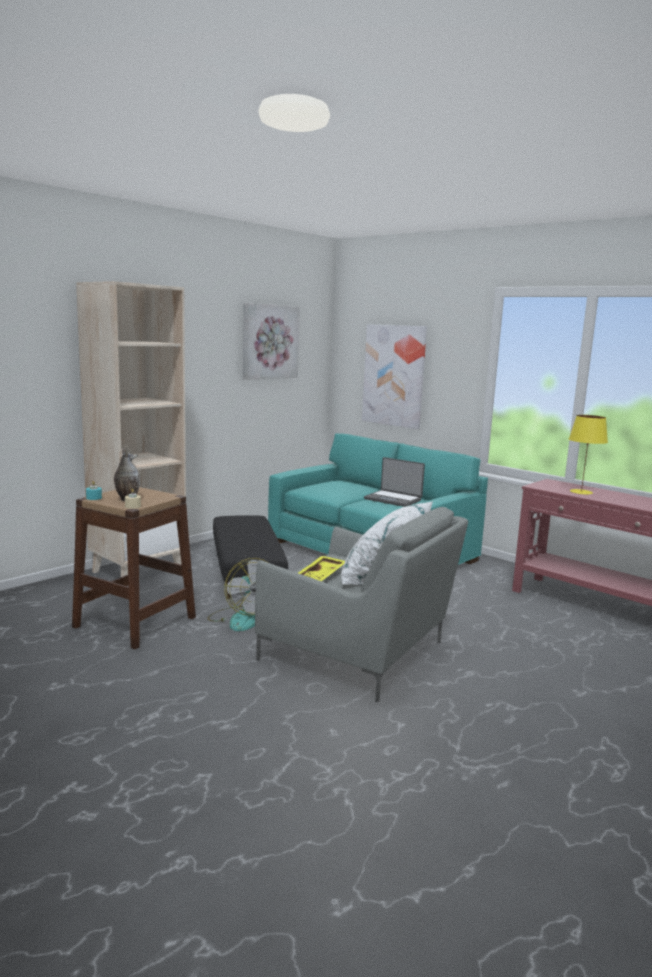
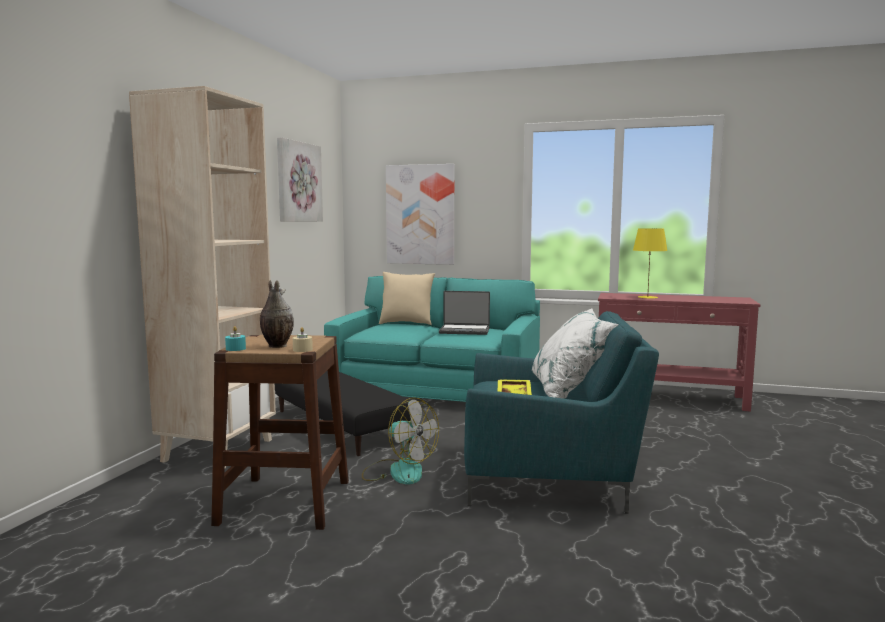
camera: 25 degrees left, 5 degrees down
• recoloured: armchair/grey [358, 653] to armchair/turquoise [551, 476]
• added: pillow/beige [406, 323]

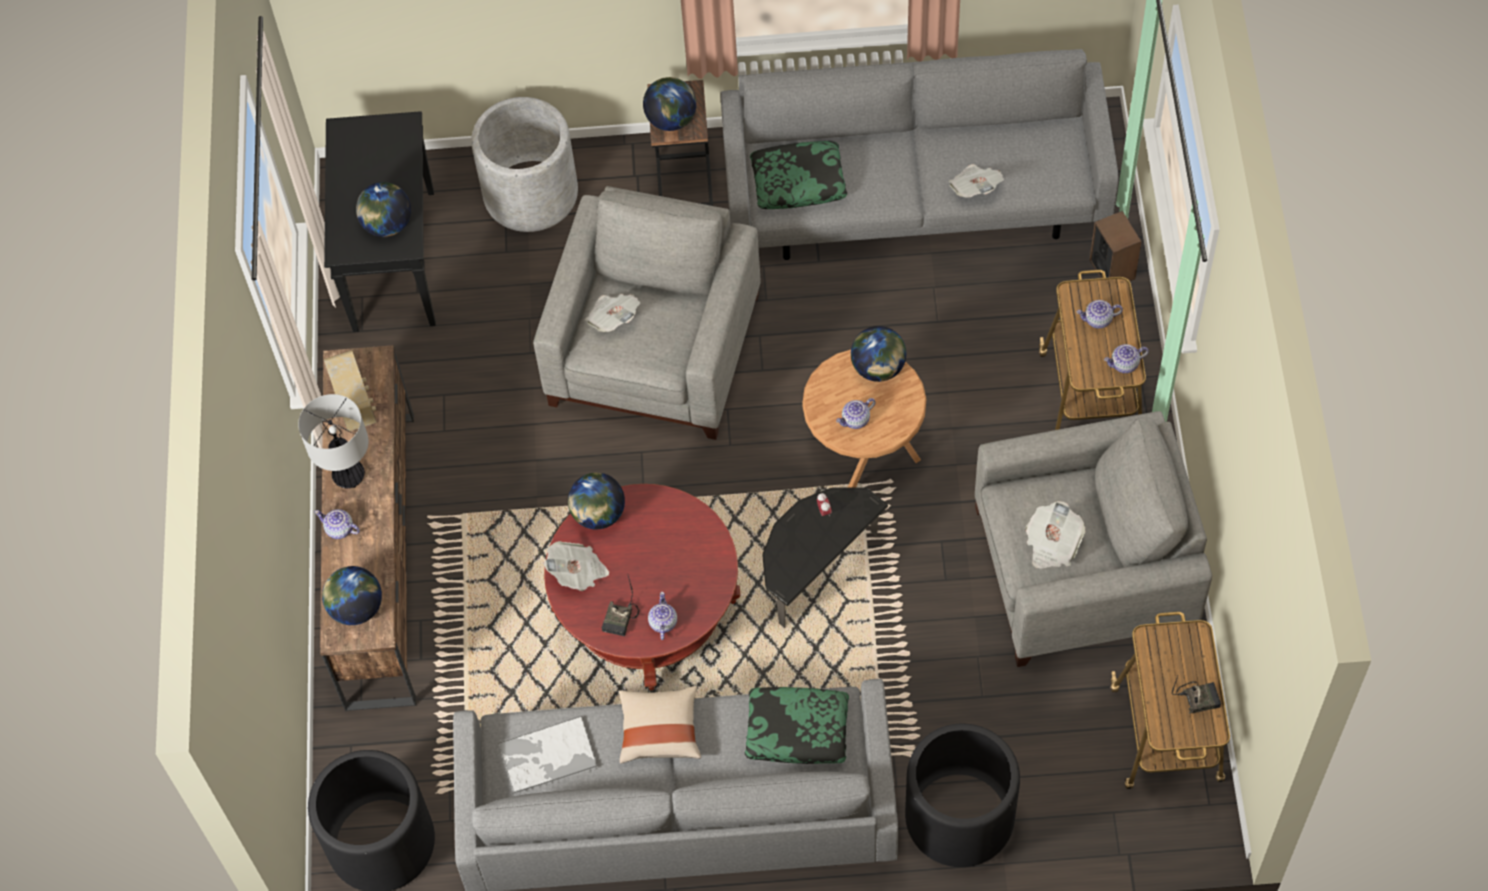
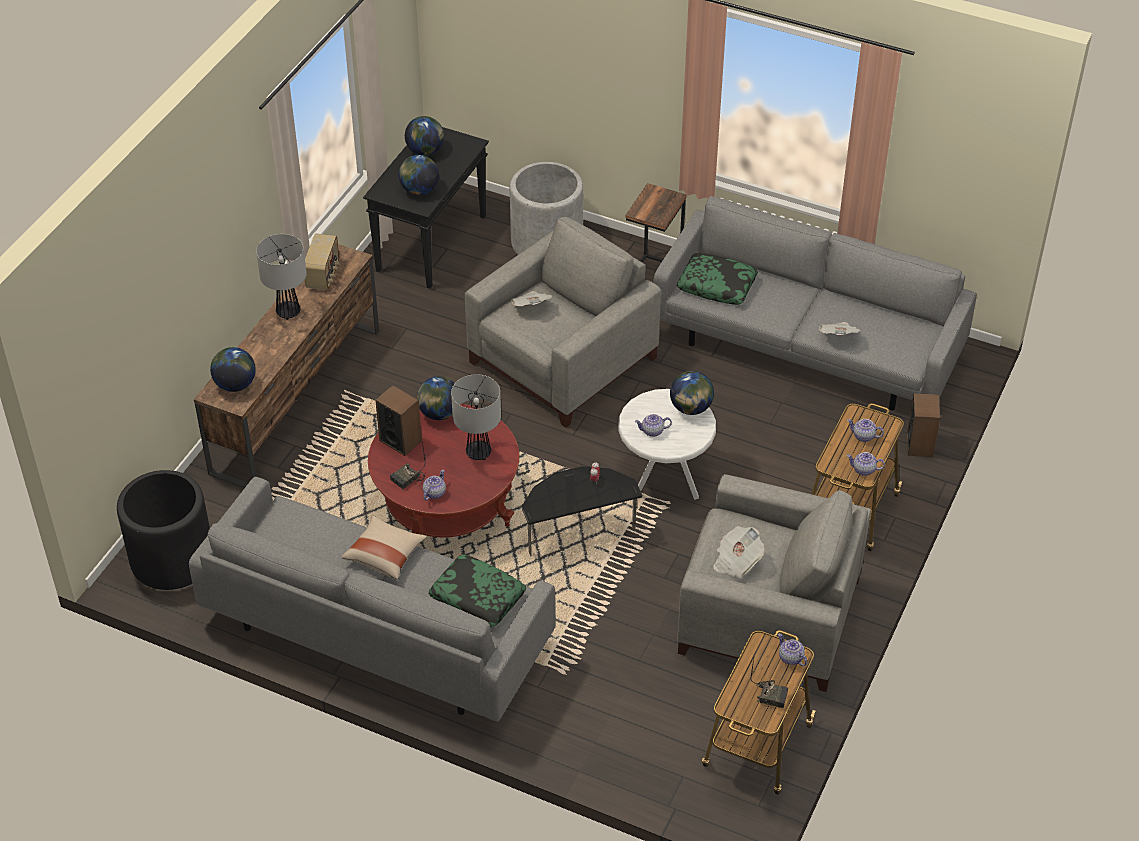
camera: 25 degrees right, 15 degrees down
• moved: globe [671, 119] to [425, 151]
• recoloured: side table/brown [864, 447] to side table/white [665, 475]
• moved: teapot [340, 529] to [791, 658]
• replaced: newspaper [578, 573] to speaker [400, 440]
• removed: tray [547, 756]
• removed: planter/black [959, 817]
• added: table lamp [478, 453]

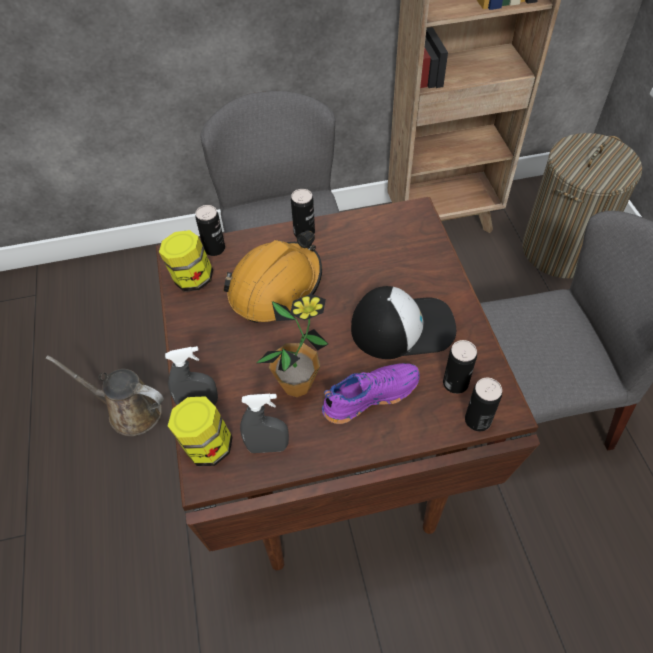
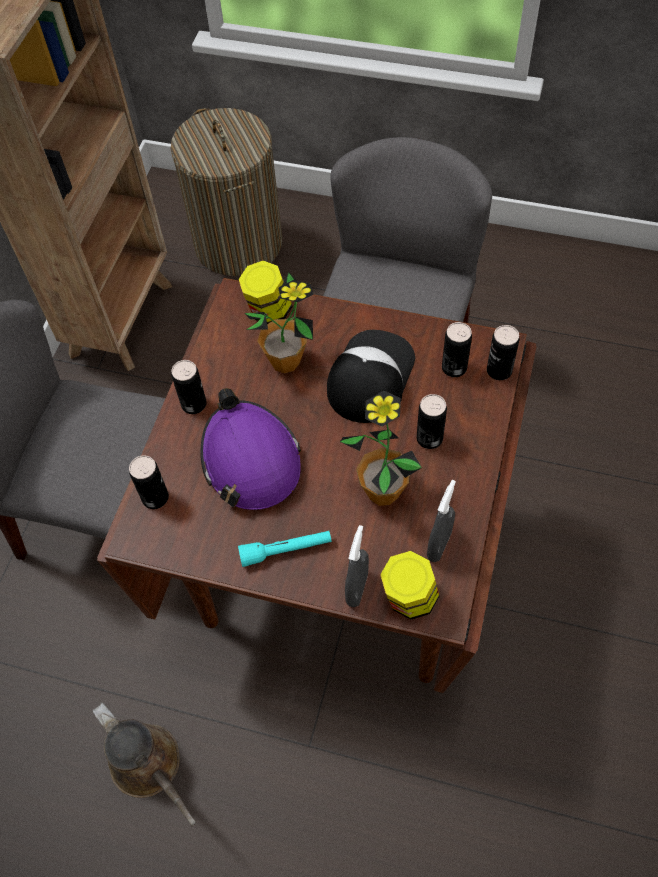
camera: 60 degrees left, 5 degrees up
• moved: jar [191, 278] to [268, 311]
• recoloured: hard hat/orange [276, 287] to hard hat/purple [250, 460]
• turned: watering can/brown [129, 411] = [150, 767] 90 degrees counterclockwise
• replaced: shoe/purple [369, 395] to can [429, 438]
• added: potted plant [285, 361]
• added: flashlight/turquoise [286, 550]

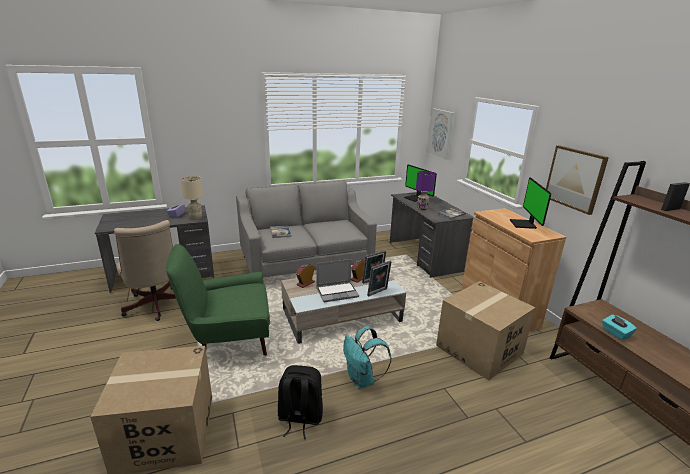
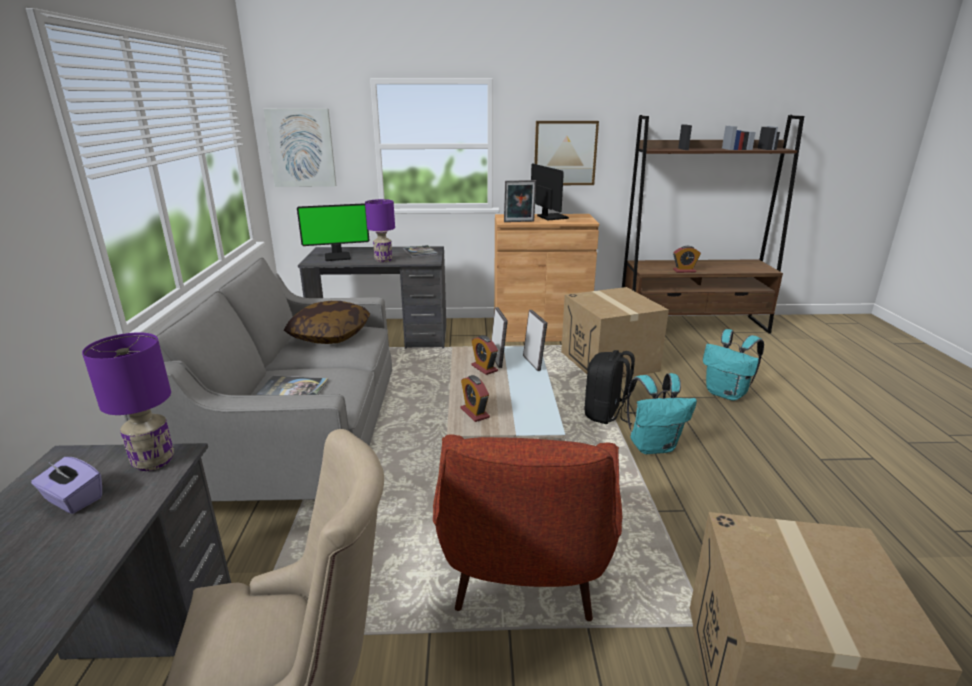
camera: 70 degrees left, 0 degrees up
• recoloured: table lamp/beige [196, 218] to table lamp/purple [153, 461]
• turned: monitor [524, 224] = [551, 217] 135 degrees counterclockwise
• recoloured: armchair/green [229, 341] to armchair/red [524, 575]
• removed: laptop [337, 292]
• replaced: tissue box/turquoise [615, 333] to alarm clock [684, 271]
• moved: backpack/black [299, 418] to [606, 414]
• added: picture frame [519, 222]
• added: pillow [330, 335]
• added: backpack/turquoise [727, 394]

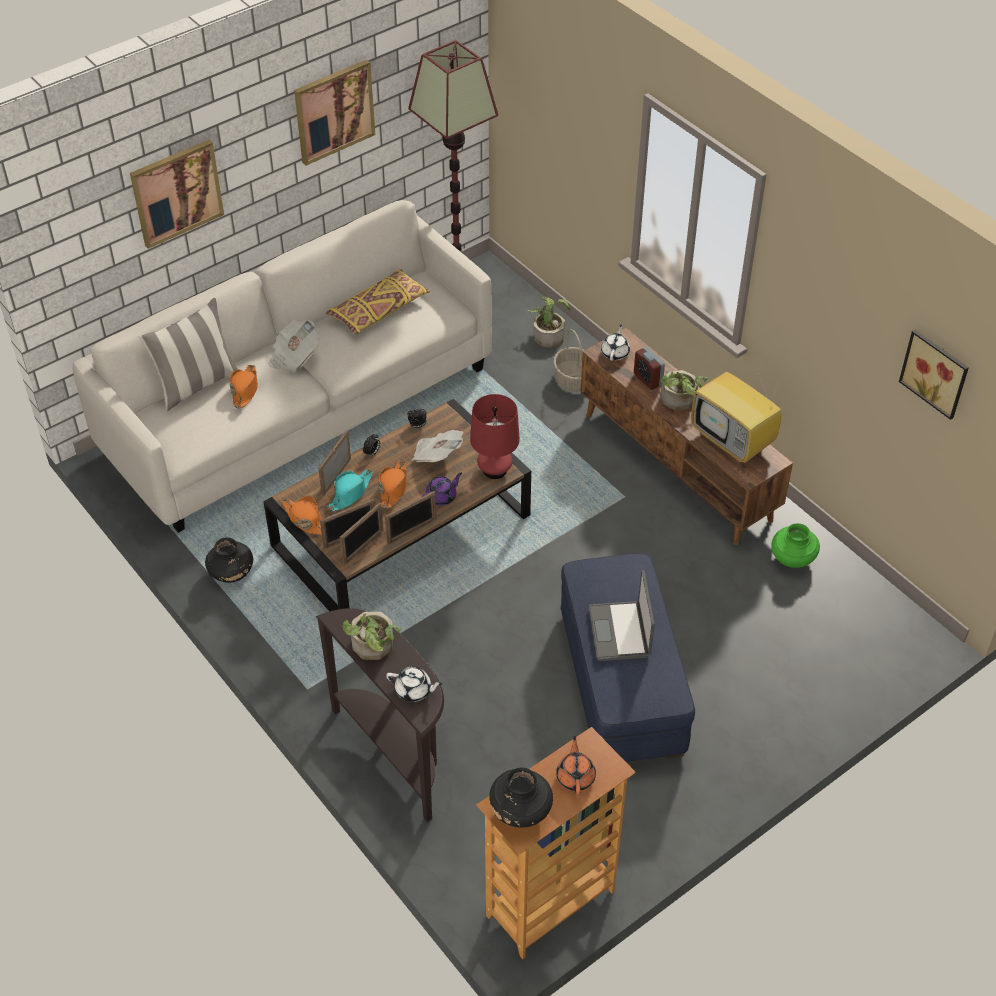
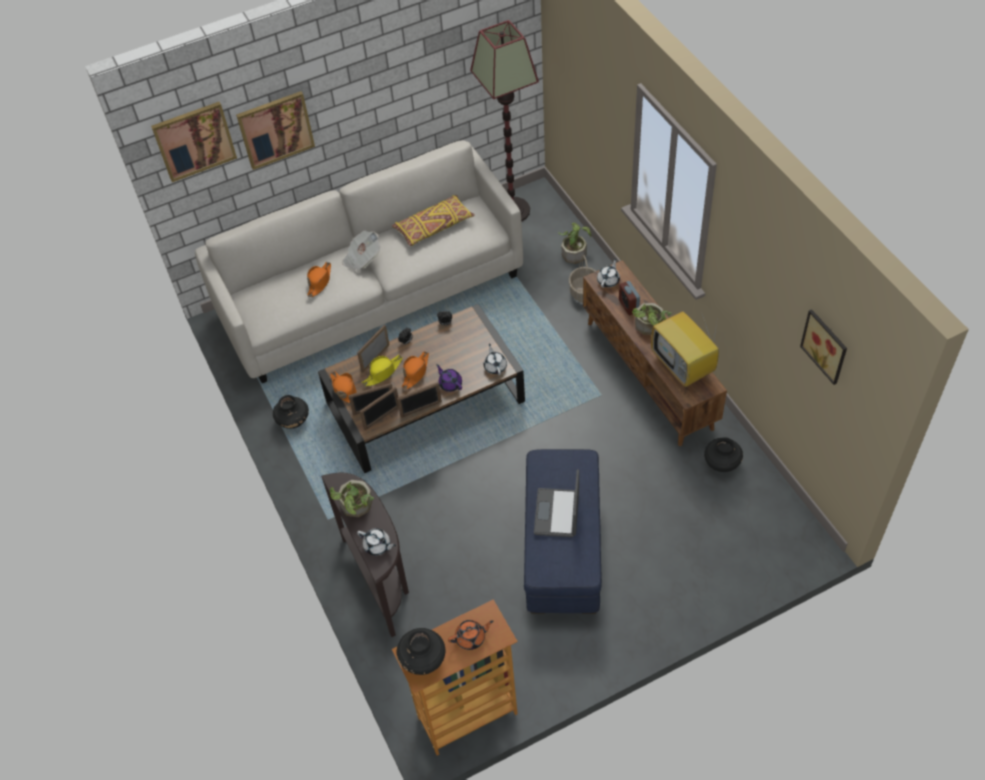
camera: 15 degrees right, 5 degrees up
• moved: picture [334, 111] to [194, 141]
• removed: pillow [196, 384]
• replaced: table lamp/red [494, 470] to teapot/white [495, 366]
• removed: newspaper [437, 455]
• recoloured: hat/turquoise [350, 493] to hat/yellow [383, 372]
• turned: teapot/purple [442, 496] = [450, 384] 105 degrees counterclockwise
• recoloured: vase/green [792, 559] to vase/black [721, 463]
• turned: teapot/orange [575, 776] = [471, 638] 60 degrees clockwise

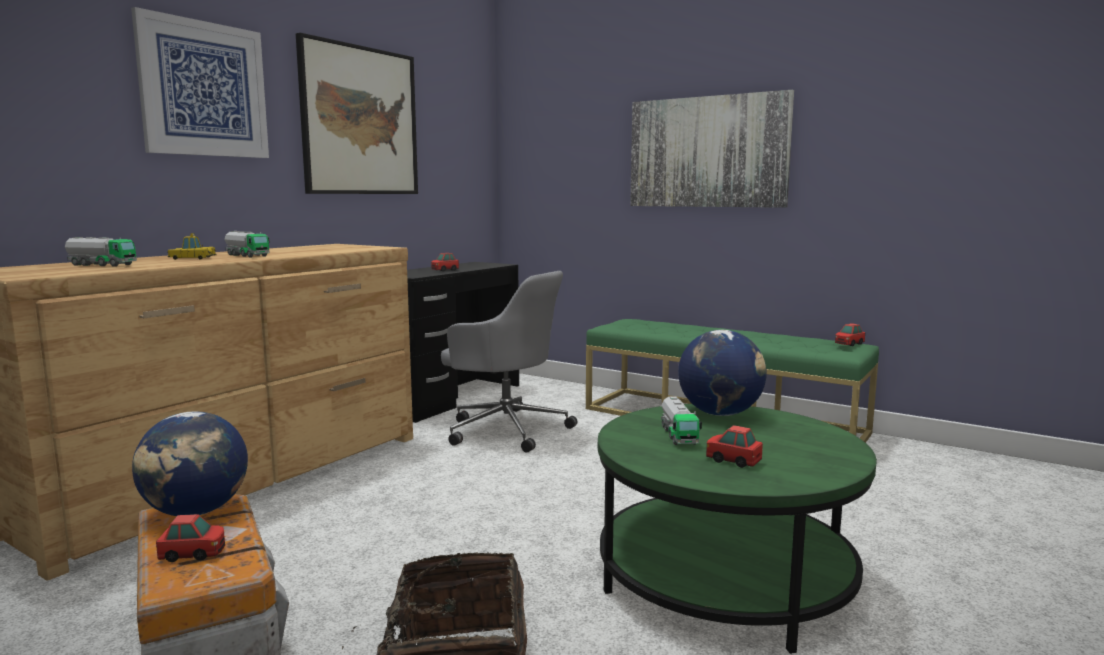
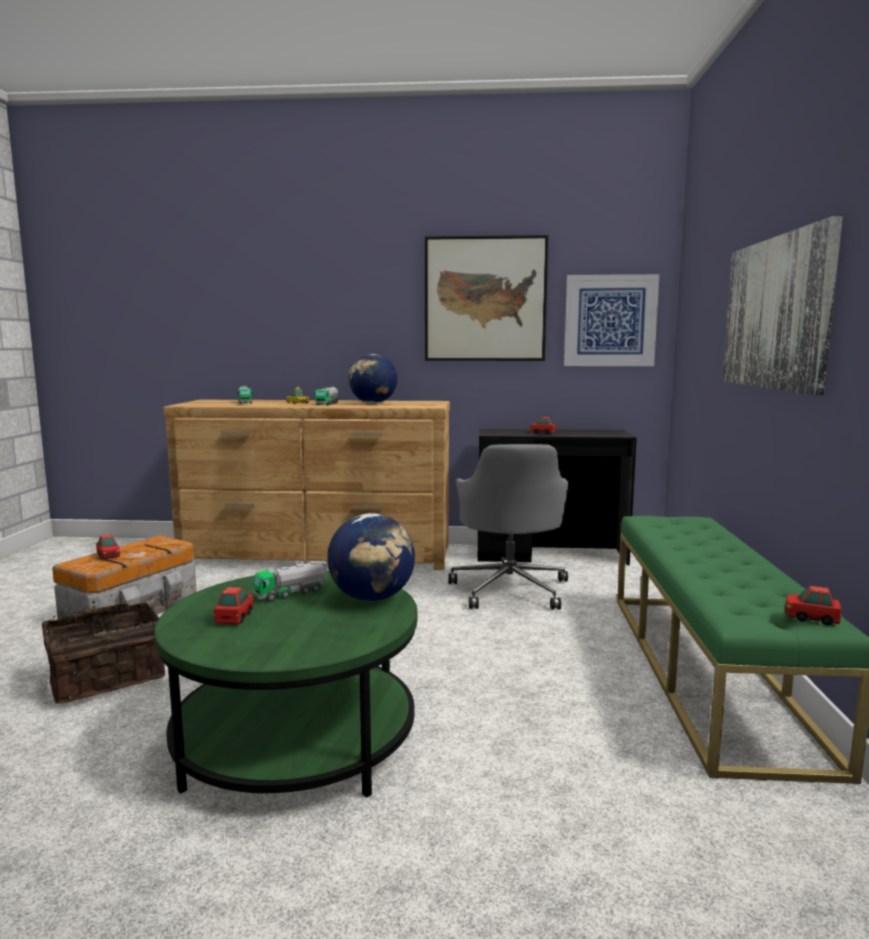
camera: 60 degrees right, 0 degrees up
• moved: picture [204, 89] to [610, 321]
• moved: globe [196, 512] to [373, 403]

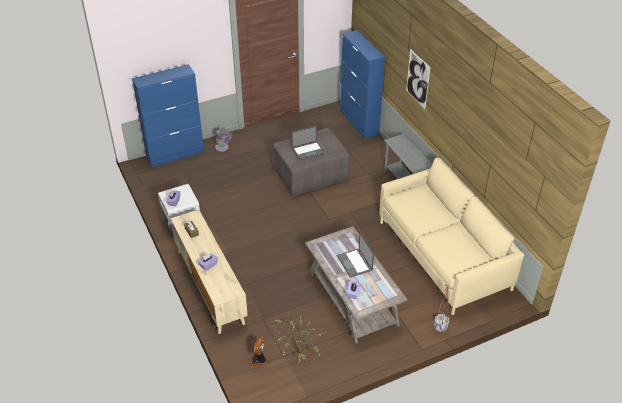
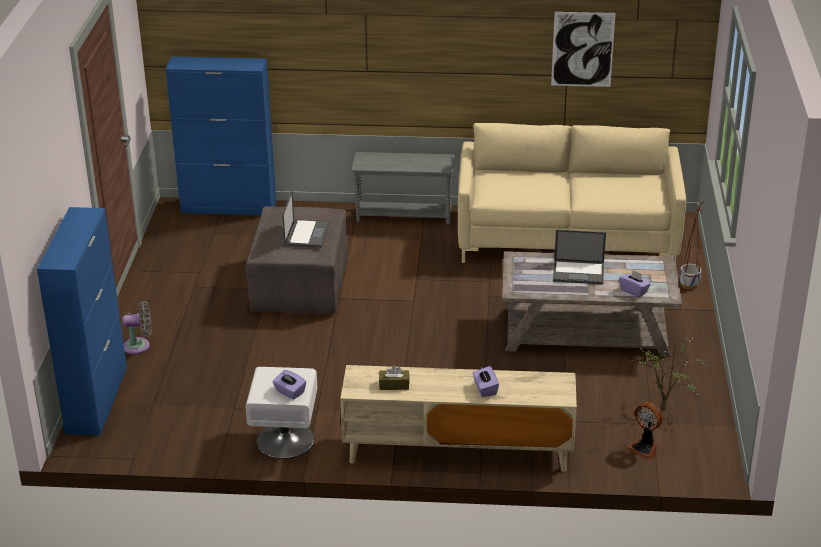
camera: 60 degrees left, 10 degrees down
• moved: picture [417, 79] to [582, 49]

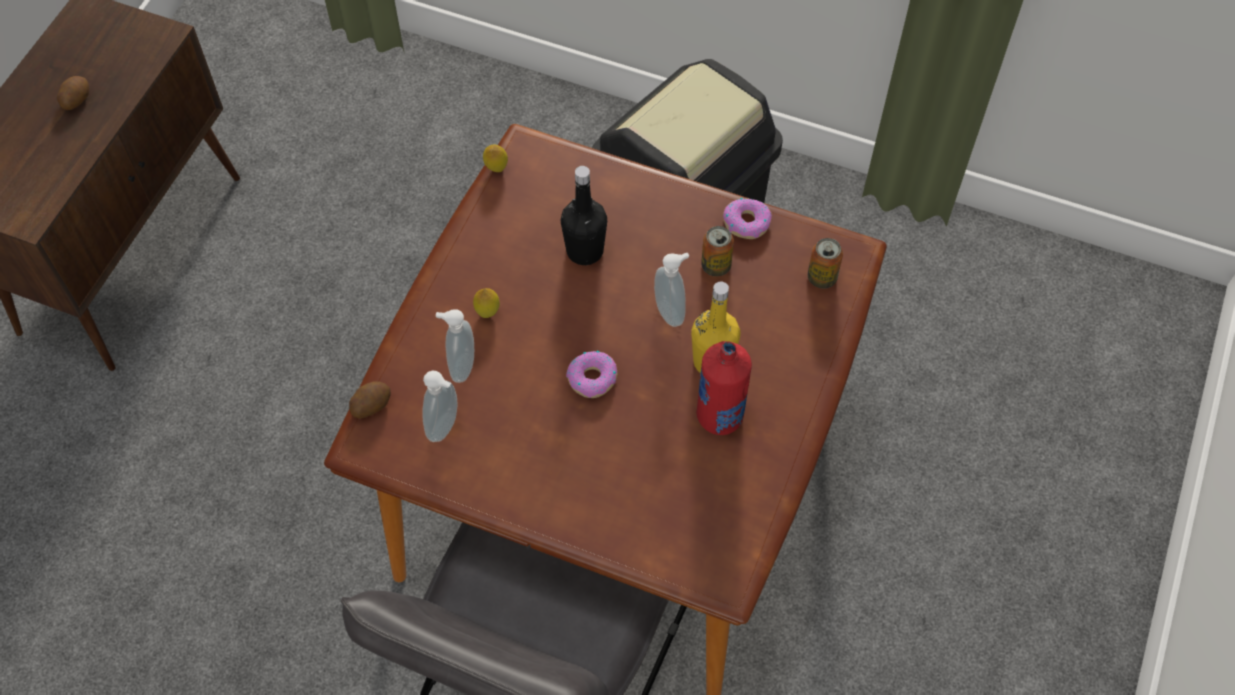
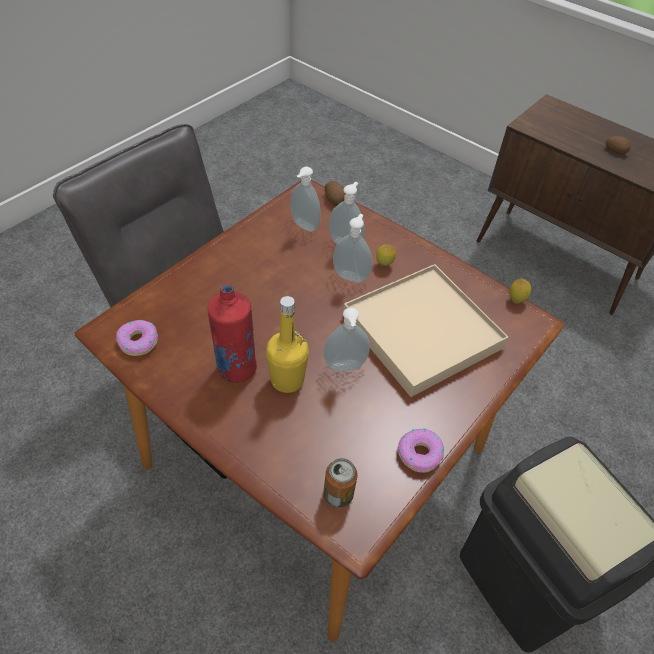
camera: 105 degrees right, 10 degrees down
• replaced: bottle/black [585, 251] to tray/beige [422, 331]
• removed: can [716, 265]
• moved: donut [592, 378] to [138, 342]
• added: soap dispenser [351, 275]

